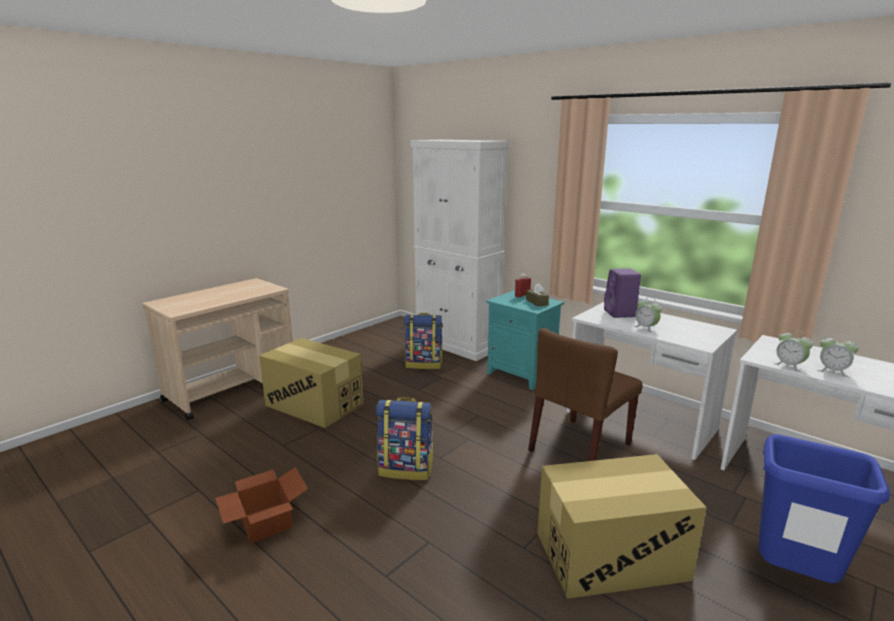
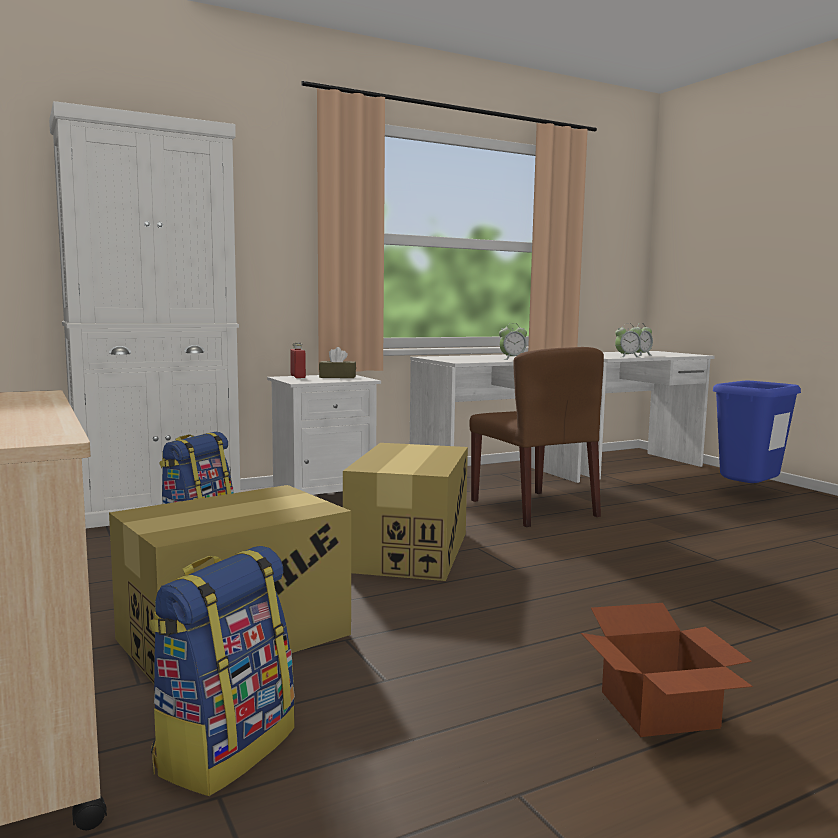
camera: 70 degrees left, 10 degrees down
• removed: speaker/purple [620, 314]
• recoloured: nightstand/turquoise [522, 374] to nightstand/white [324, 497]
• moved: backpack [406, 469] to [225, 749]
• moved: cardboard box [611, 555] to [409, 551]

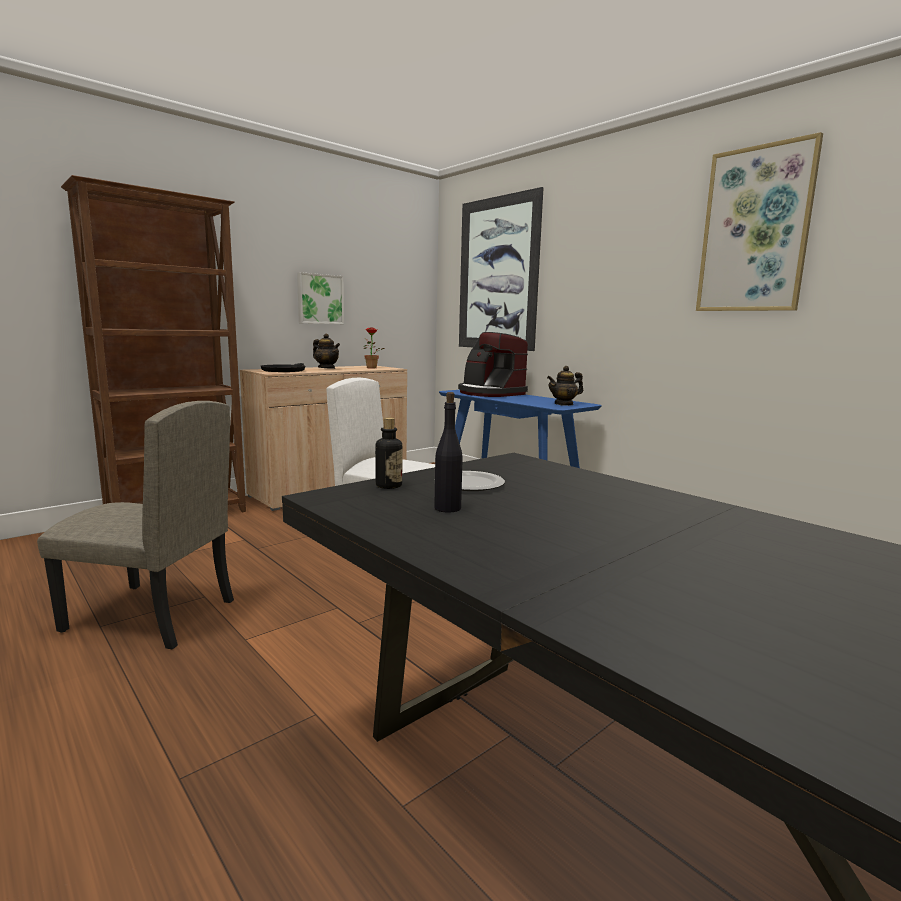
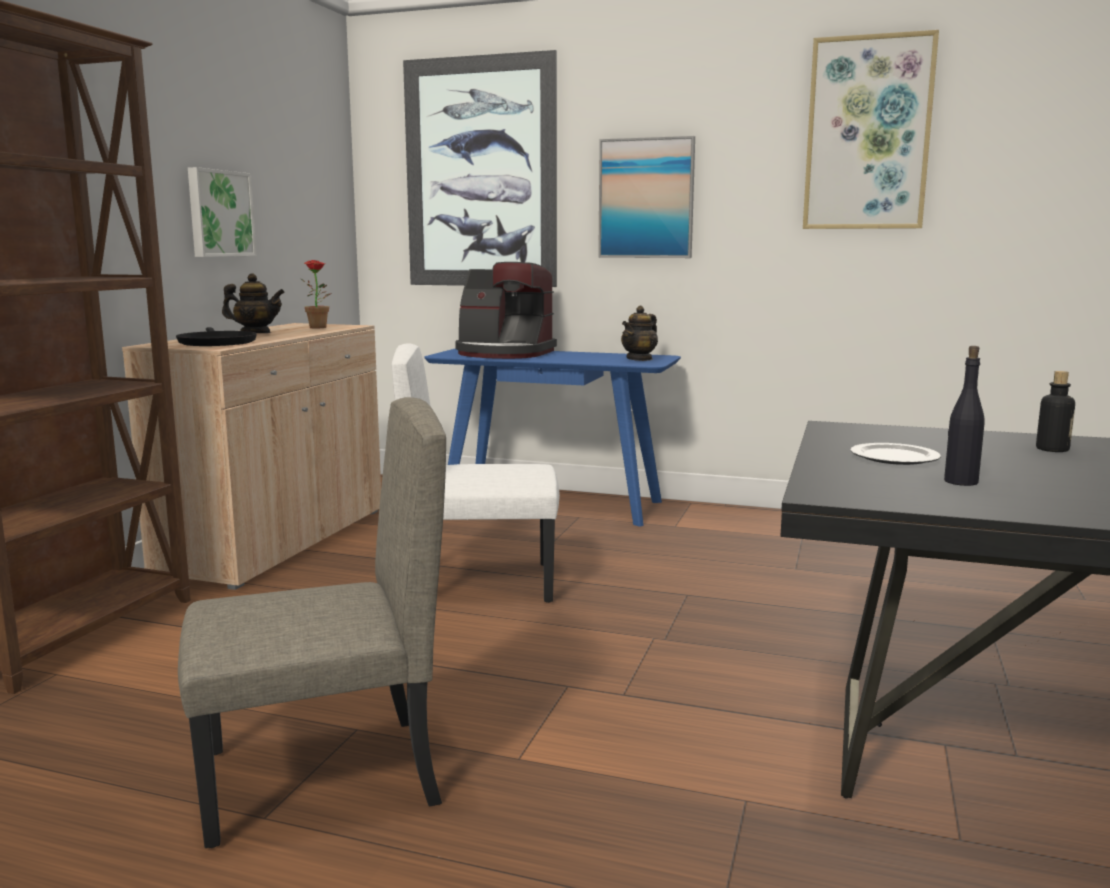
camera: 30 degrees left, 0 degrees up
• moved: bottle [388, 486] to [1052, 449]
• added: picture [646, 198]

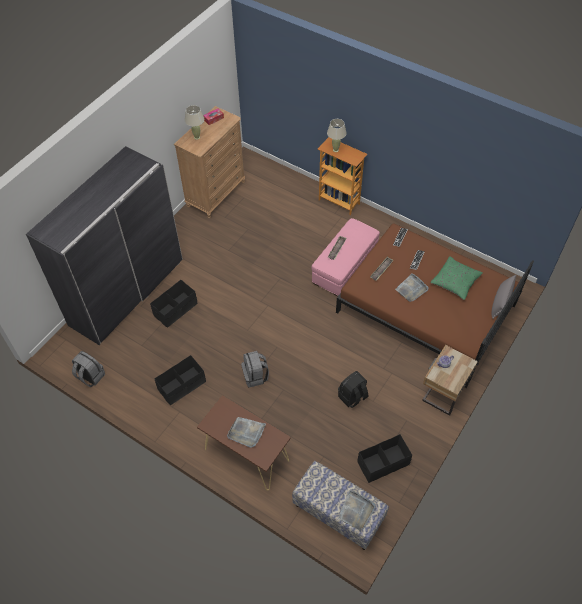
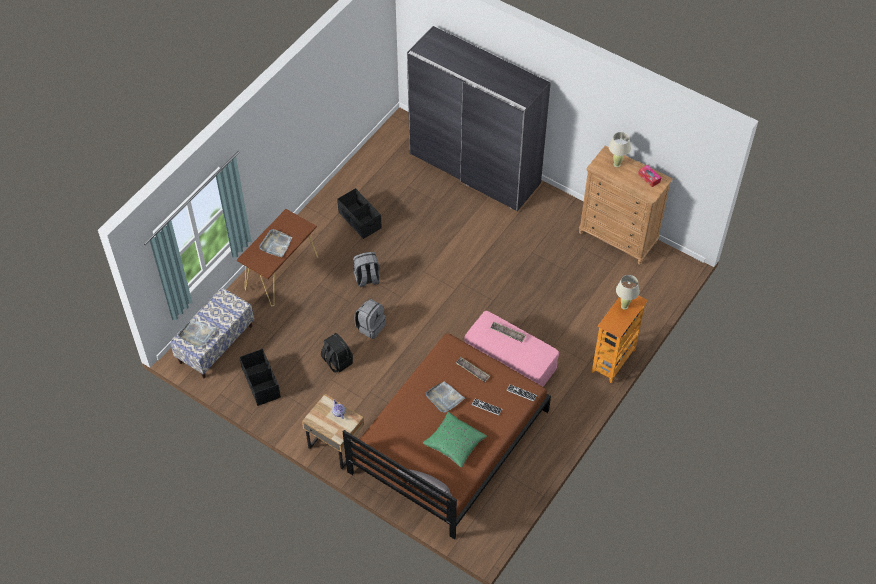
camera: 90 degrees right, 0 degrees up
• removed: storage box/black [175, 309]
• moved: backpack/grey [90, 376] to [370, 326]

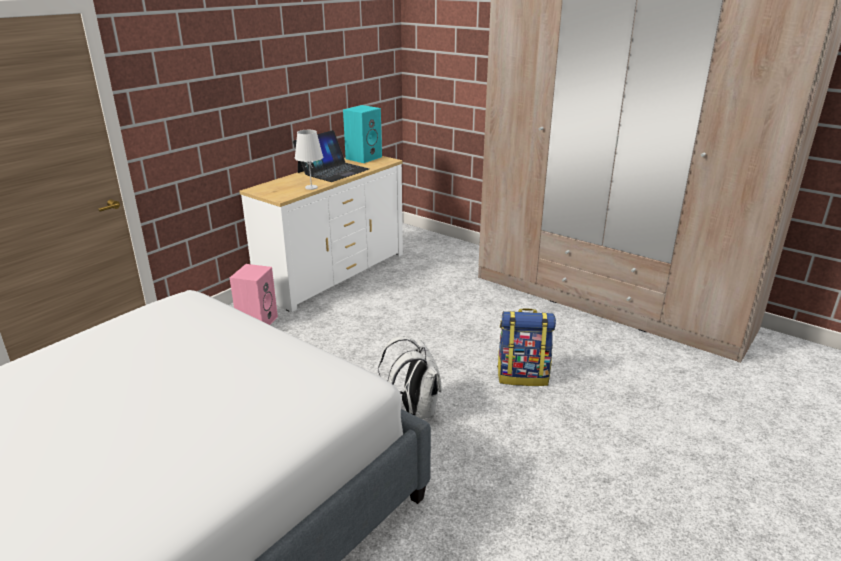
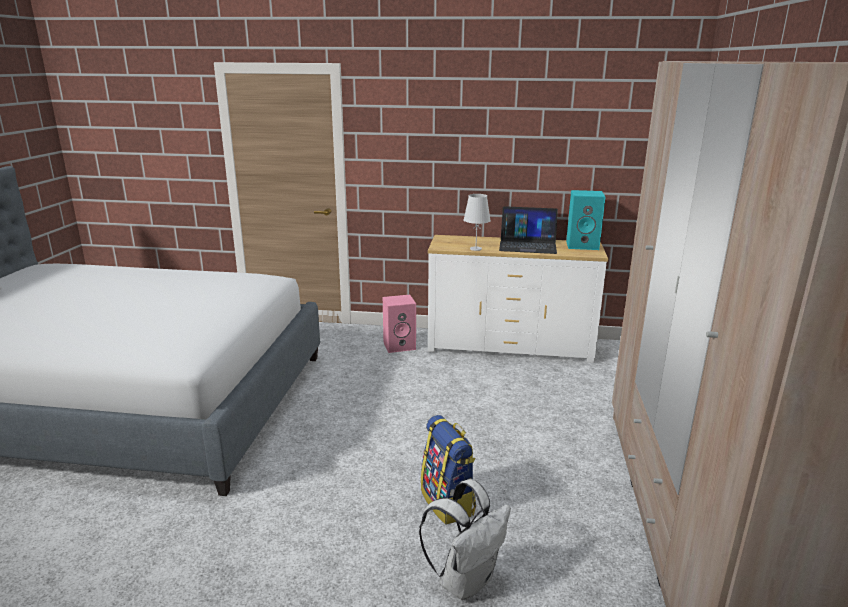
camera: 60 degrees right, 5 degrees down
• moved: backpack/white [414, 410] to [466, 579]

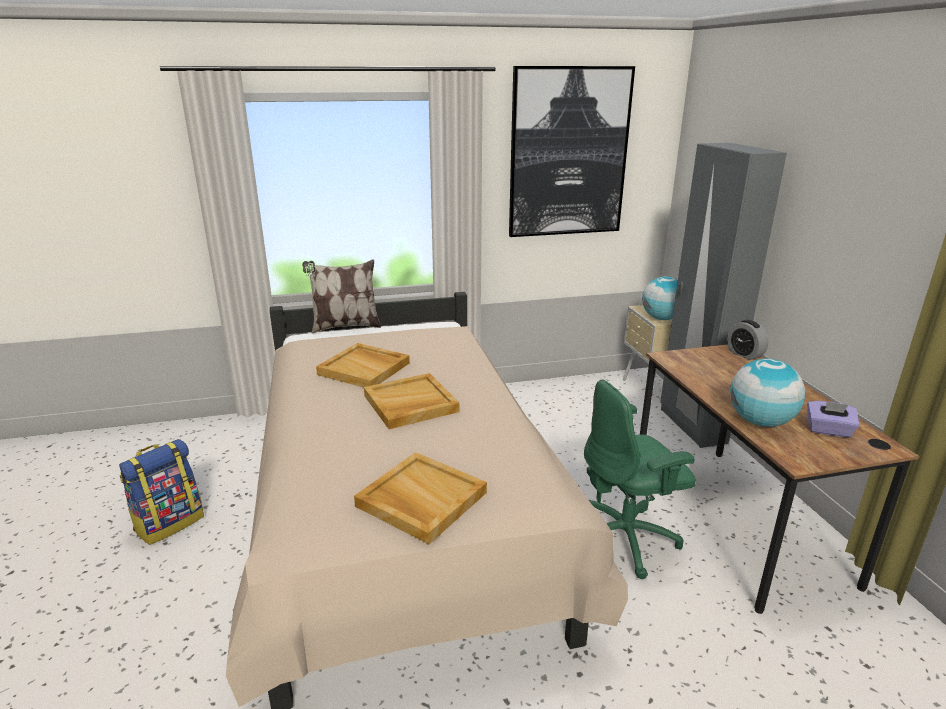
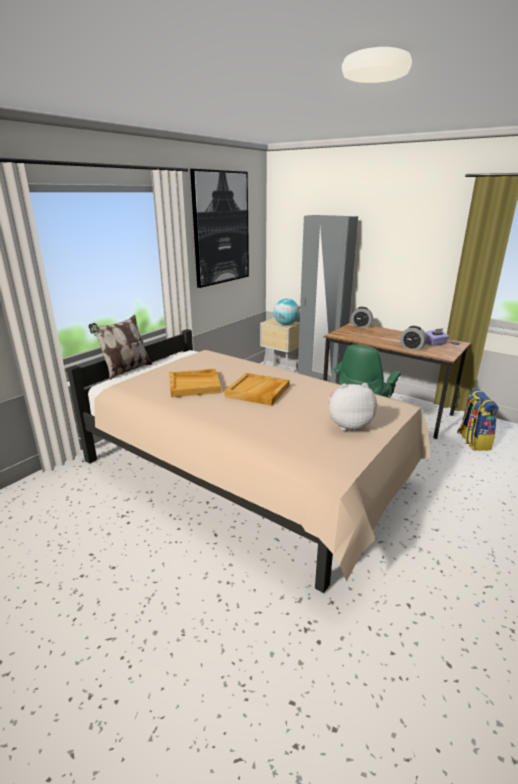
camera: 40 degrees left, 0 degrees up
• replaced: globe [760, 422] to alarm clock [411, 347]
• moved: backpack [170, 523] to [472, 441]
• replaced: tray/beige [420, 499] to plush toy [348, 425]

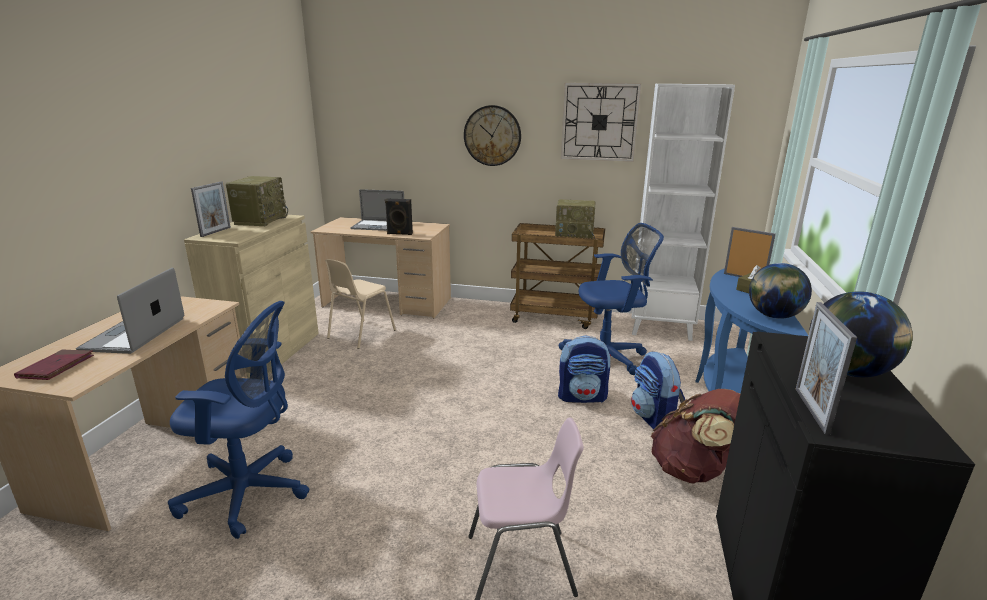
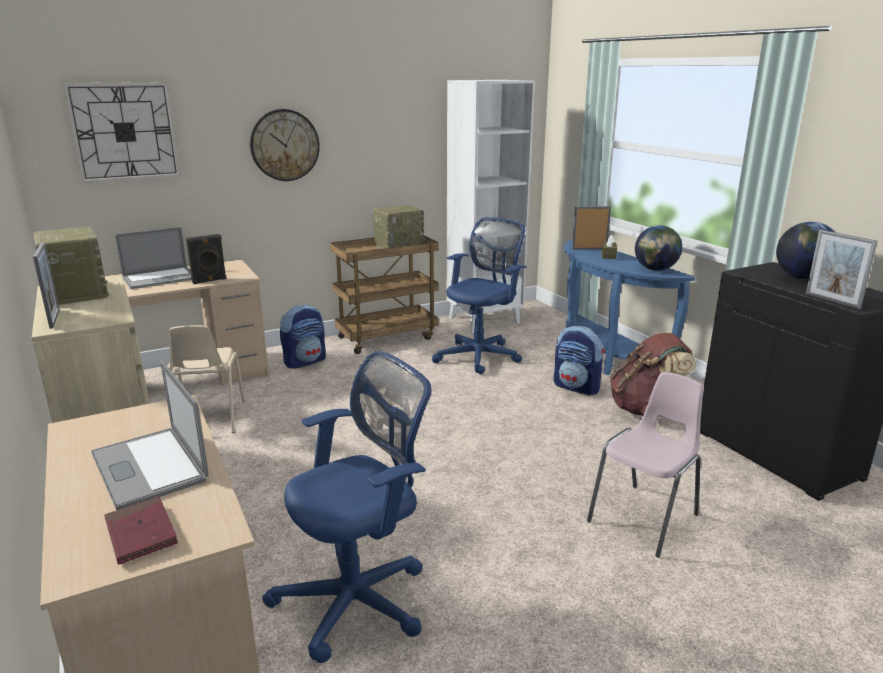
camera: 40 degrees left, 0 degrees up
• moved: wall clock [599, 122] to [124, 132]
• moved: backpack [582, 397] to [305, 361]

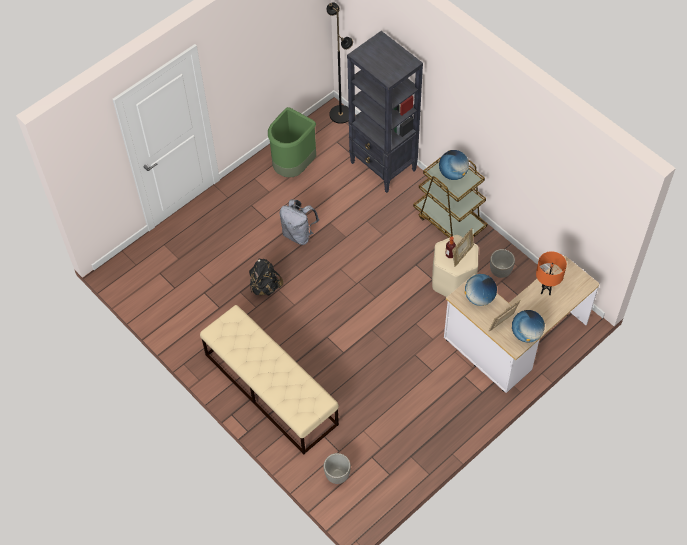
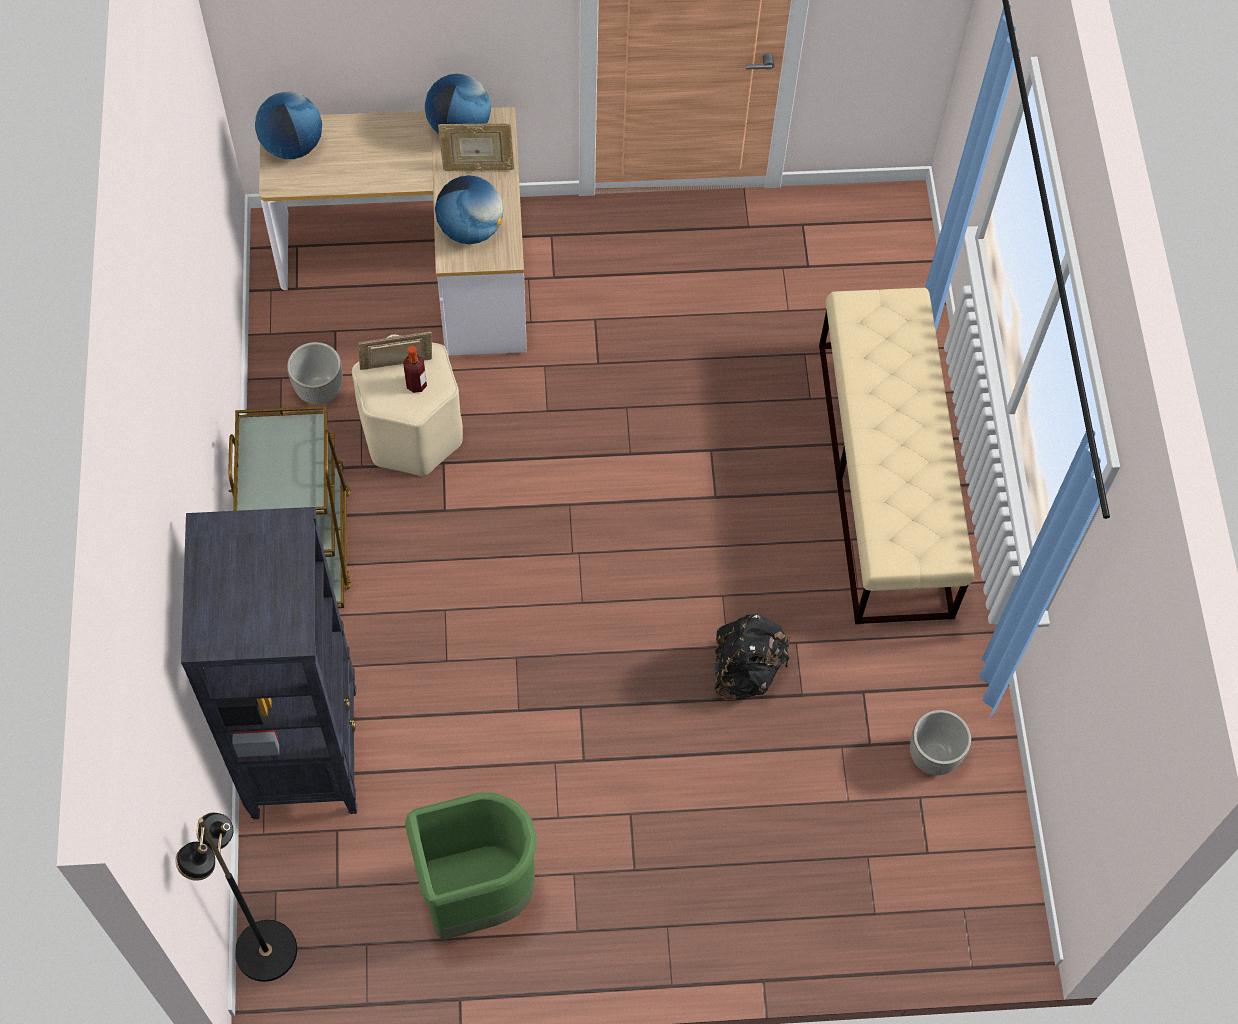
camera: 145 degrees left, 5 degrees up
• moved: globe [453, 174] to [292, 146]
• removed: backpack/grey [298, 234]
• removed: table lamp/orange [546, 290]
• moved: planter [337, 475] to [933, 757]

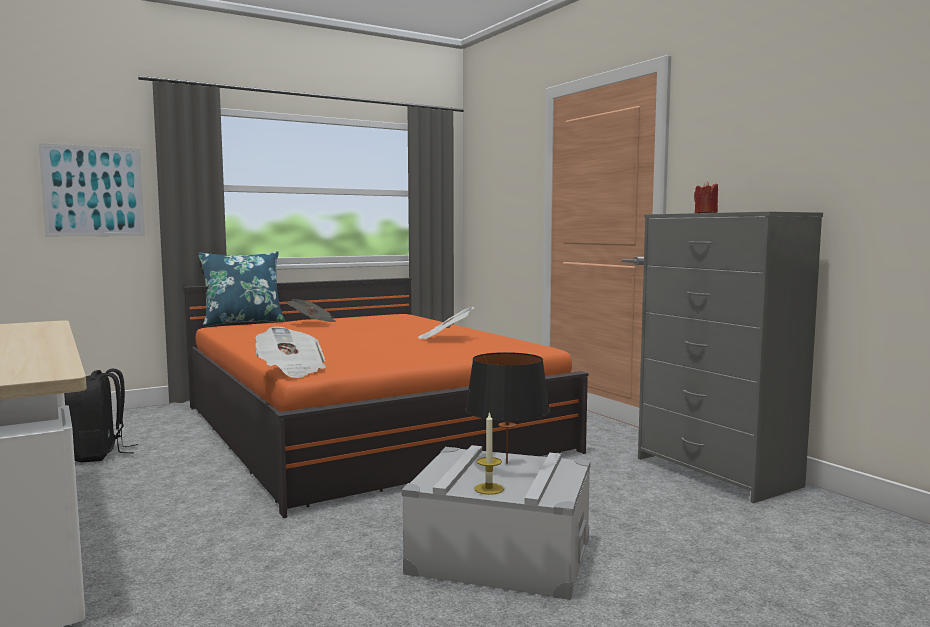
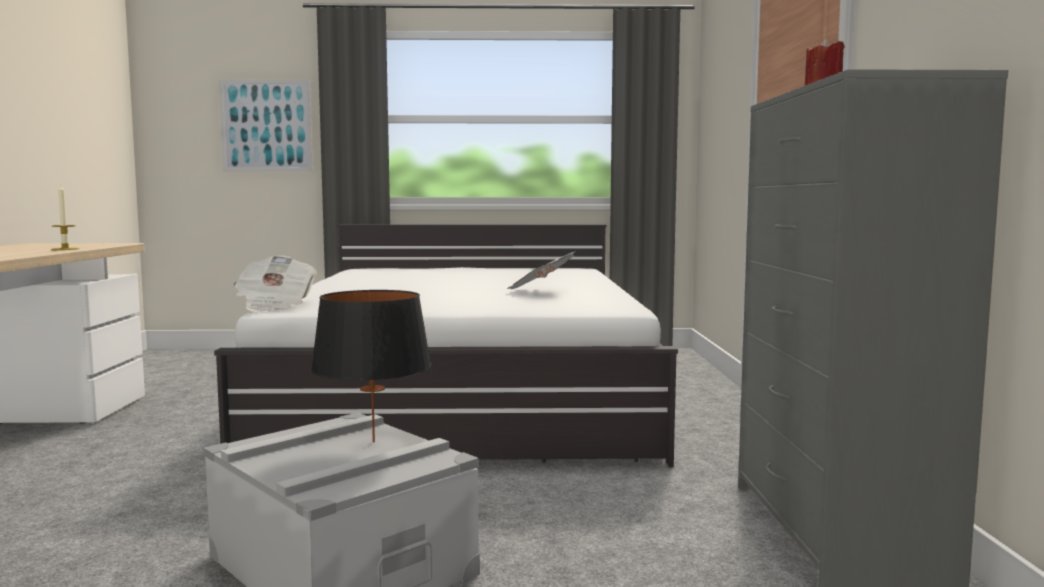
camera: 30 degrees right, 0 degrees up
• removed: pillow/blue [243, 322]
• recoloured: bed/orange [365, 427] to bed/white [465, 395]
• removed: newspaper [313, 324]
• removed: backpack/black [98, 454]
• moved: candle [489, 489] to [65, 249]

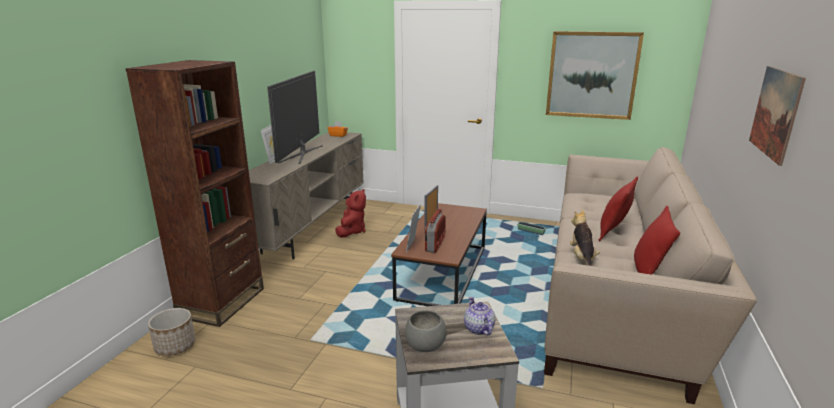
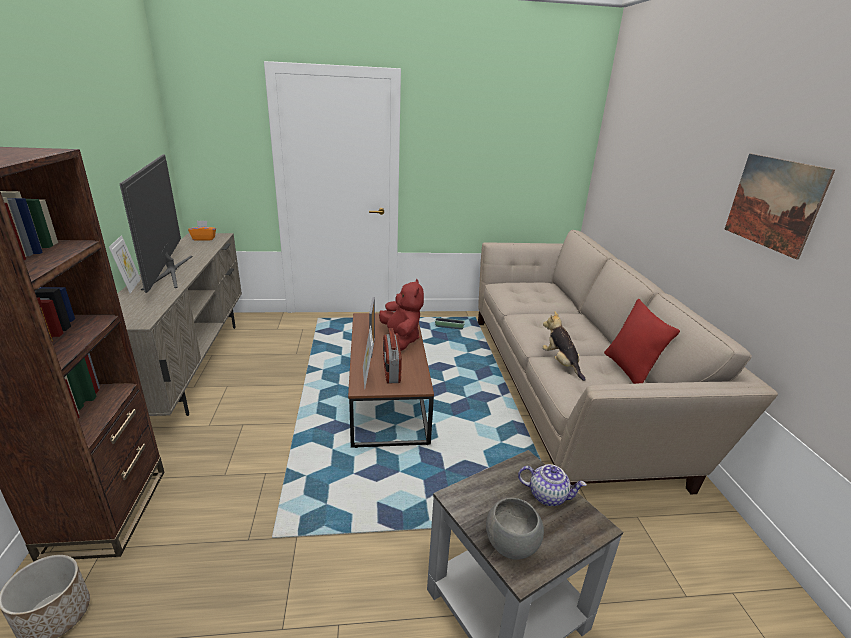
camera: 25 degrees left, 5 degrees up
• removed: picture [592, 75]
• removed: pillow/red [613, 232]
• moved: plush toy/red [352, 231] to [400, 340]
• turned: teapot [478, 328] = [548, 495] 150 degrees clockwise

